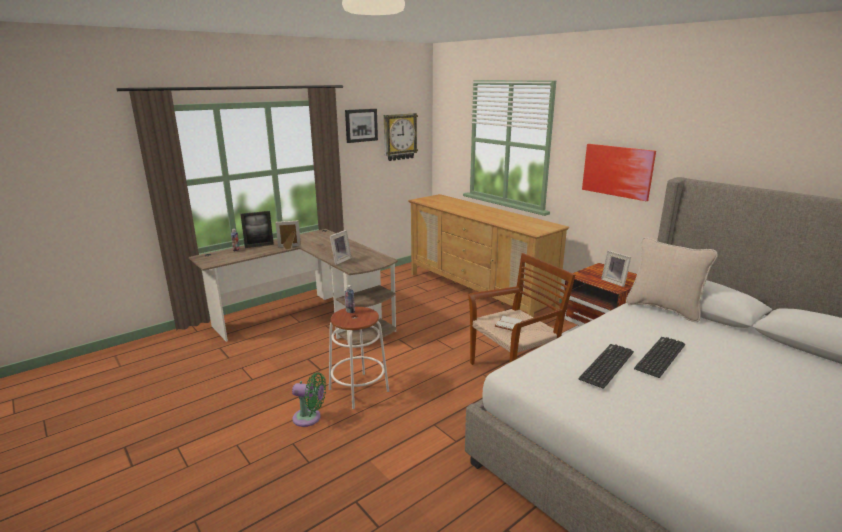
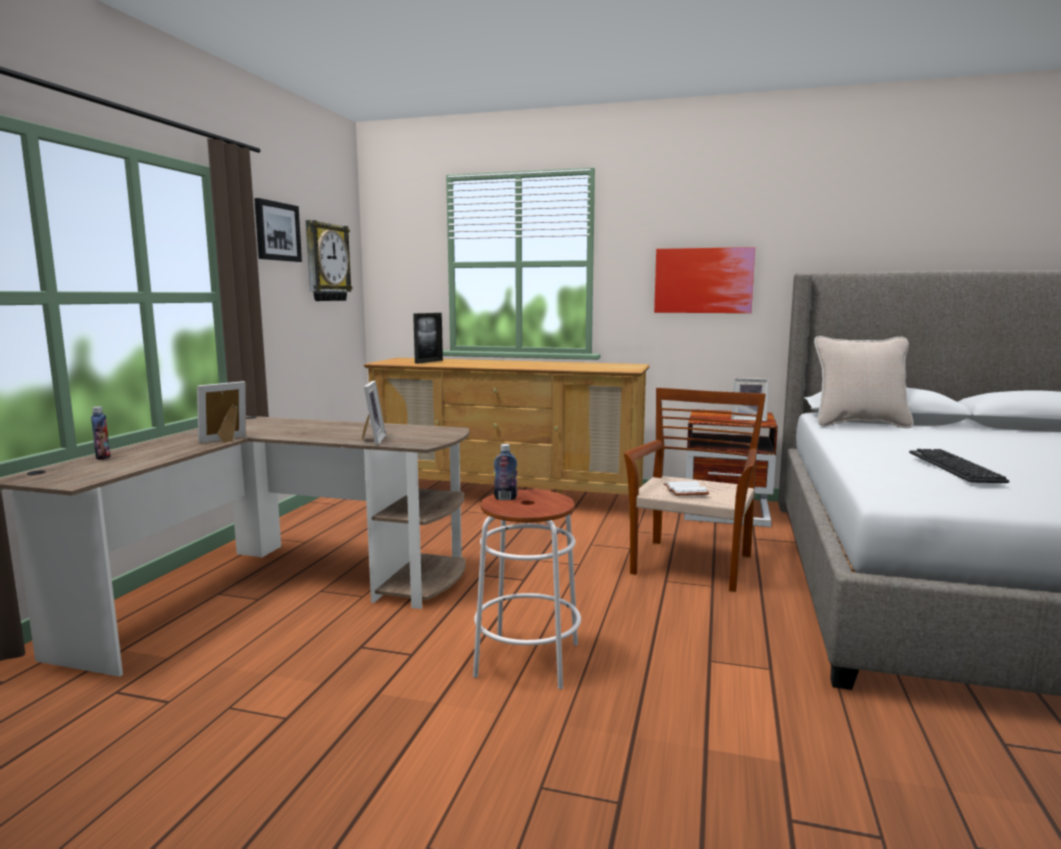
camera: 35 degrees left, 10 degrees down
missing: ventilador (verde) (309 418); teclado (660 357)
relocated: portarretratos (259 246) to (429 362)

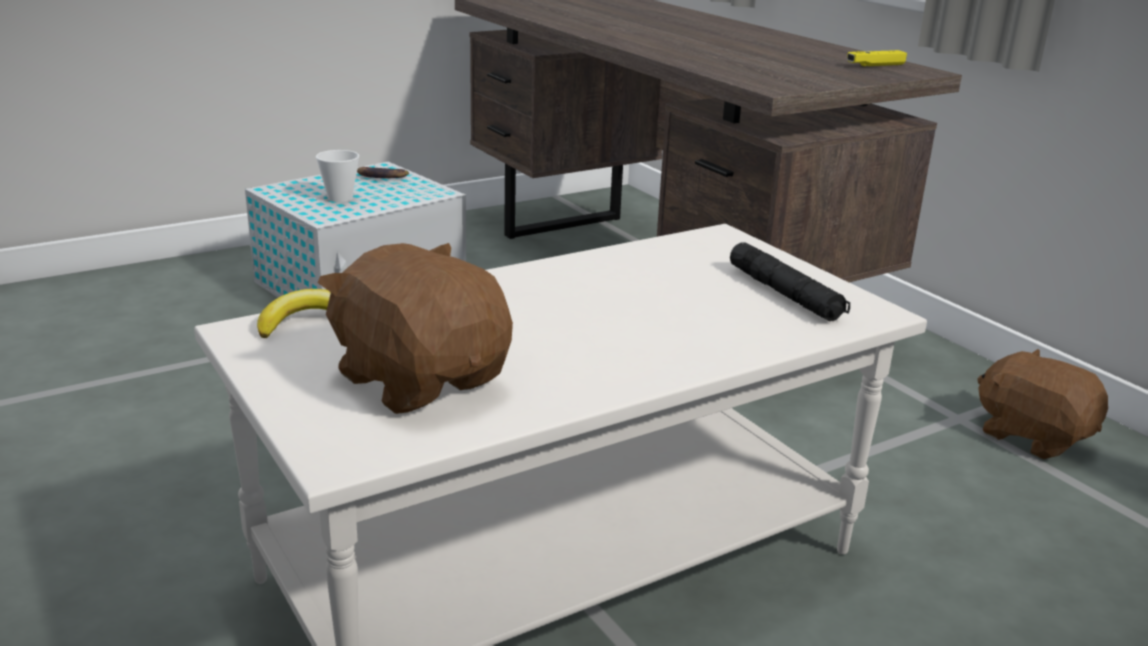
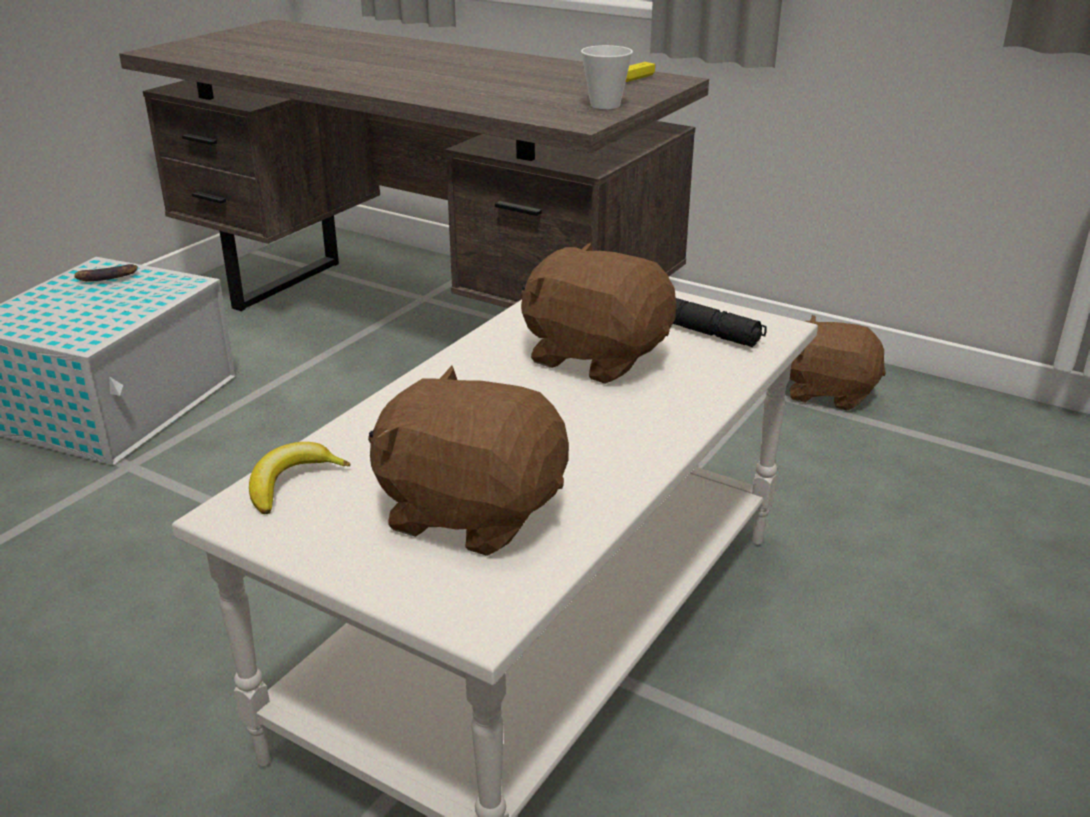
camera: 25 degrees left, 5 degrees up
appeared: peluche (marrón) (596 356)
relocated: taza (340 198) to (605 105)

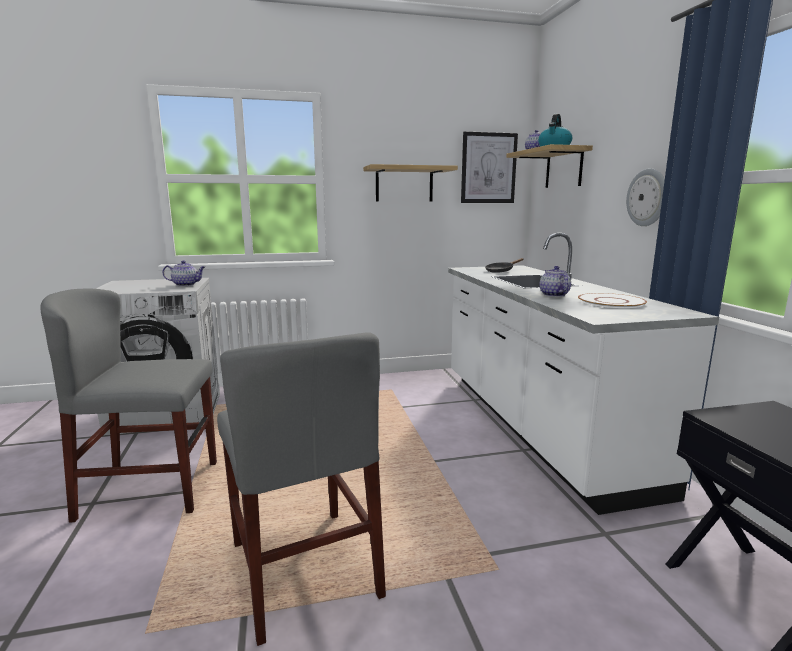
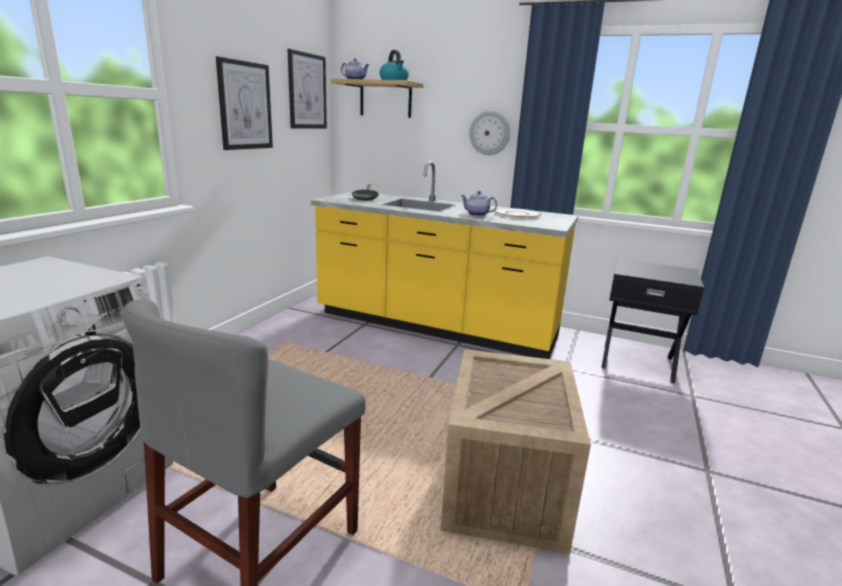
camera: 55 degrees left, 5 degrees up
missing: tetera (186 285)
exchanged: silla (gris) (303 568) to caja de embalaje (506 488); estante (404 184) to cuadro (245 106)
colour: mueble bajo de cocina (blanco) (536 426) to mueble bajo de cocina (amarillo) (435 326)

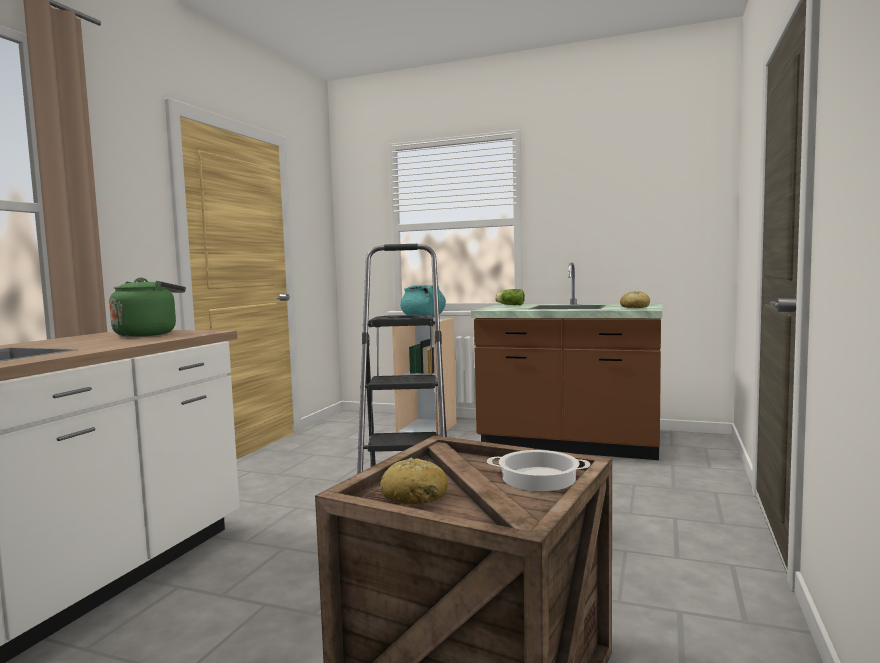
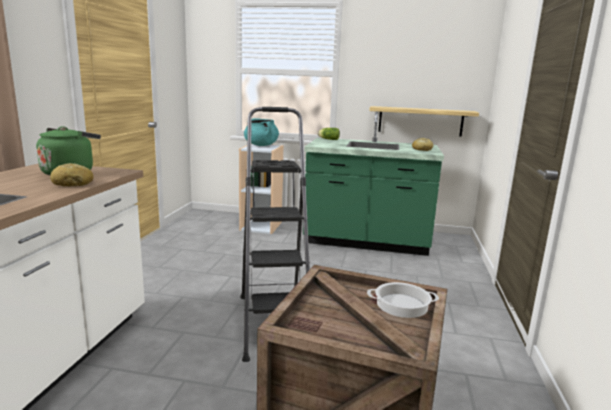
camera: 10 degrees left, 10 degrees up
appeared: estante (420 121)
relocated: pan (415 496) to (73 184)
colour: mueble bajo de cocina (marrón) (569 444) to mueble bajo de cocina (verde) (366 242)

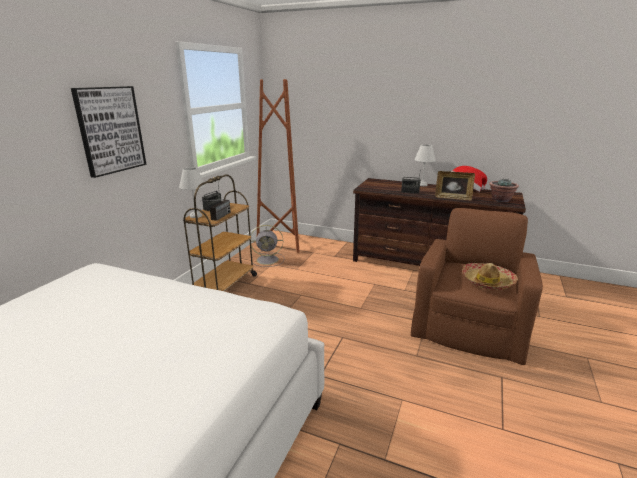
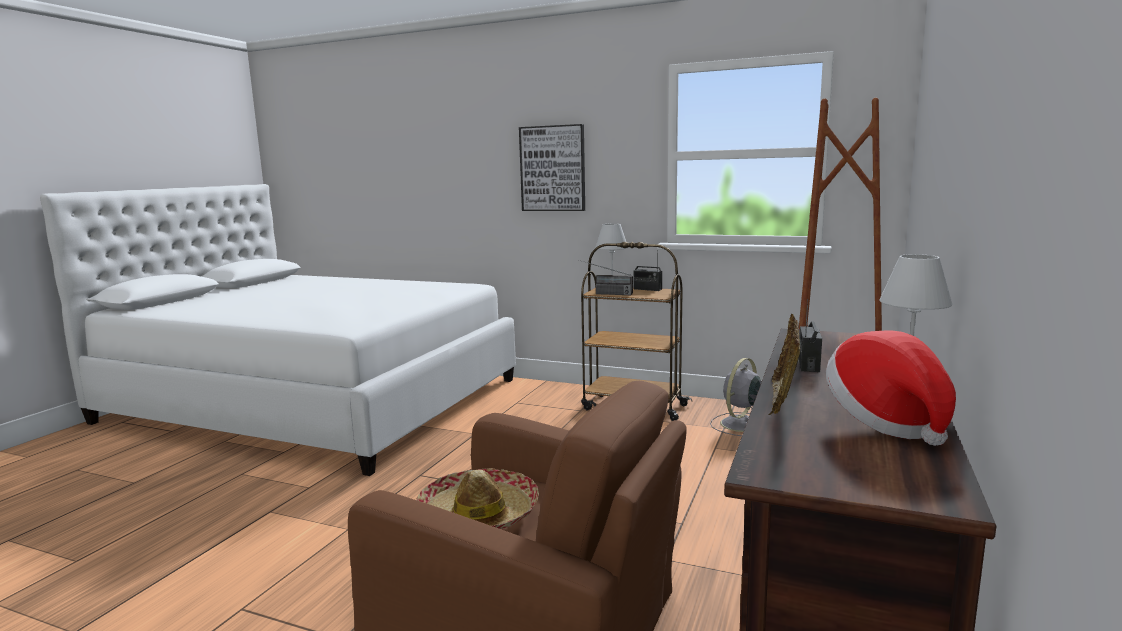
camera: 90 degrees right, 10 degrees down
missing: planta en maceta (500 200)
spun: ventilador (gris) (268 260) = (740 425) 45 degrees clockwise

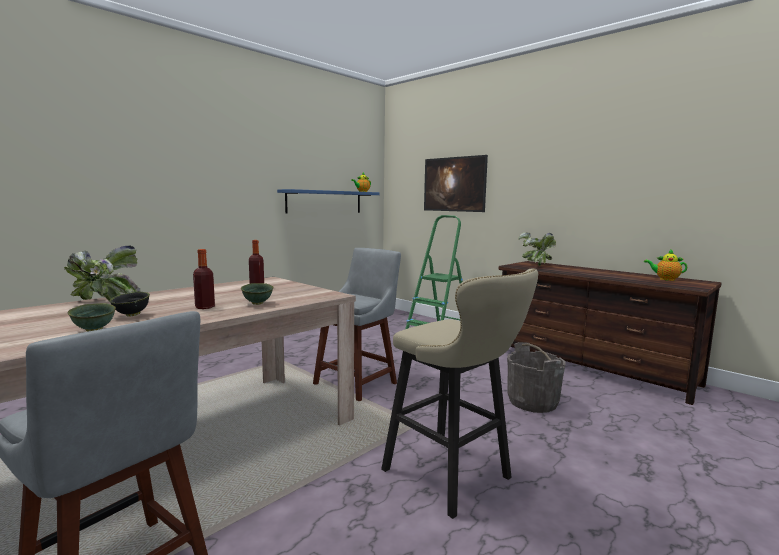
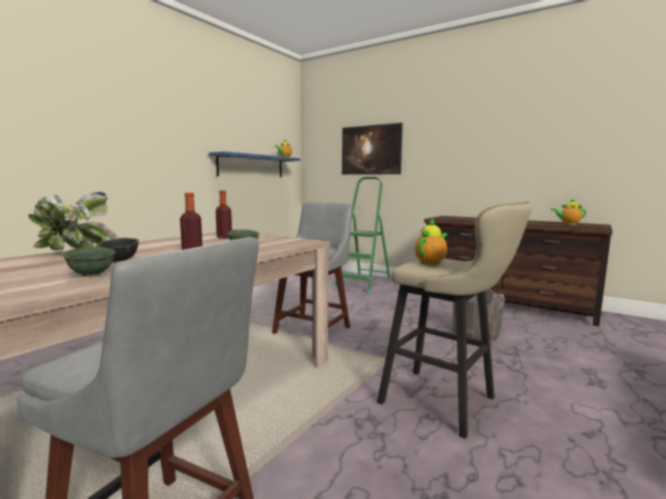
camera: 10 degrees left, 0 degrees up
missing: planta en maceta (536 265)
appeared: tetera (431 262)

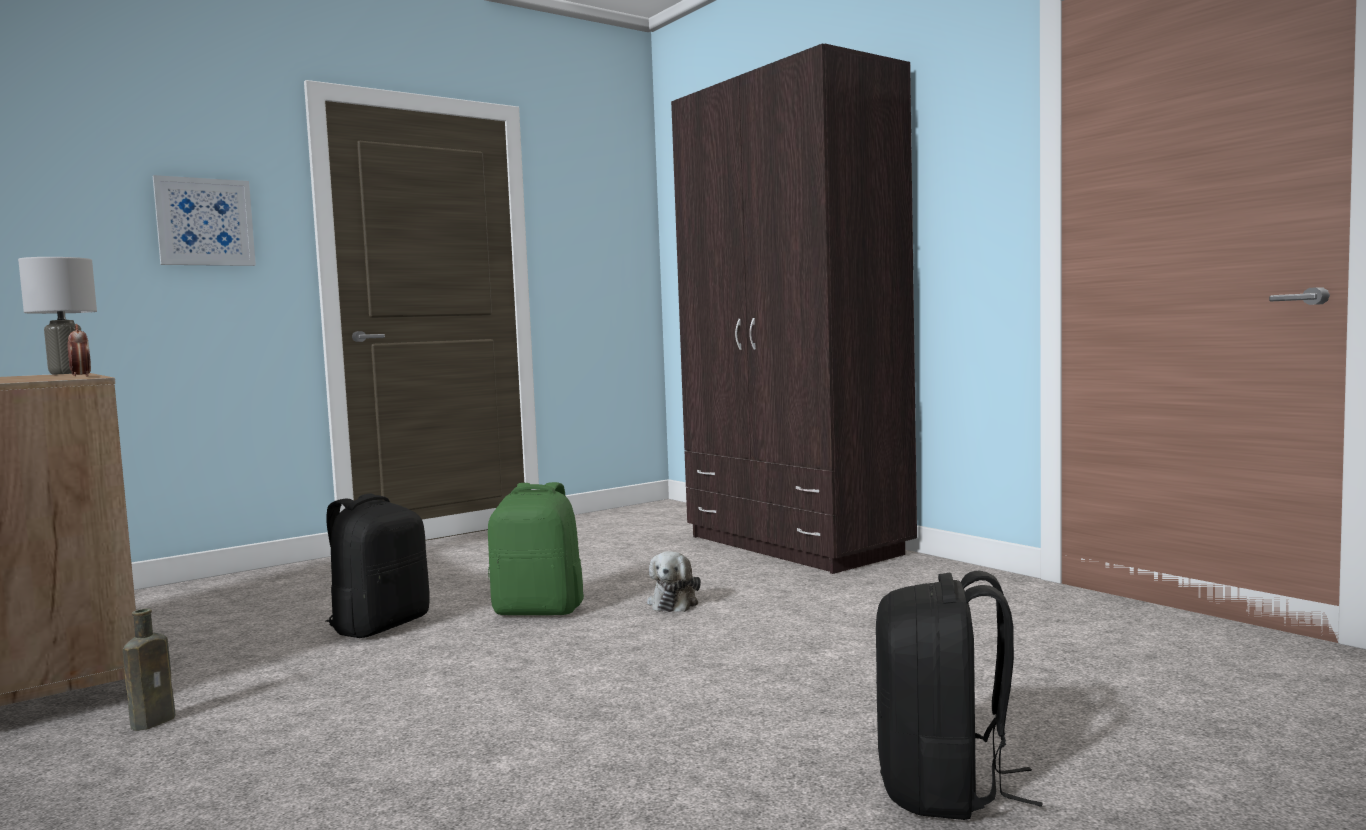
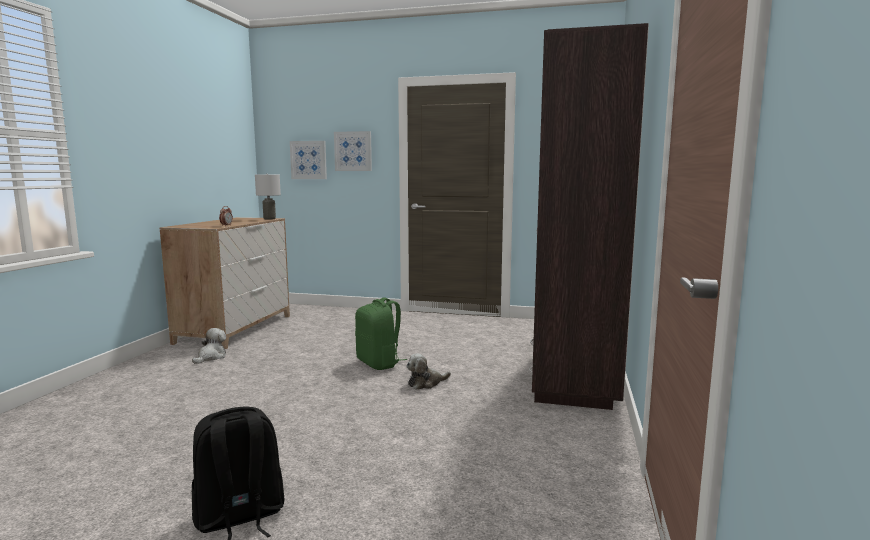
camera: 50 degrees right, 5 degrees up
missing: mochila (negro) (380 625)
appeared: cuadro (308 160)
exchanged: botella (marrón) (156 720) to peluche (211 357)

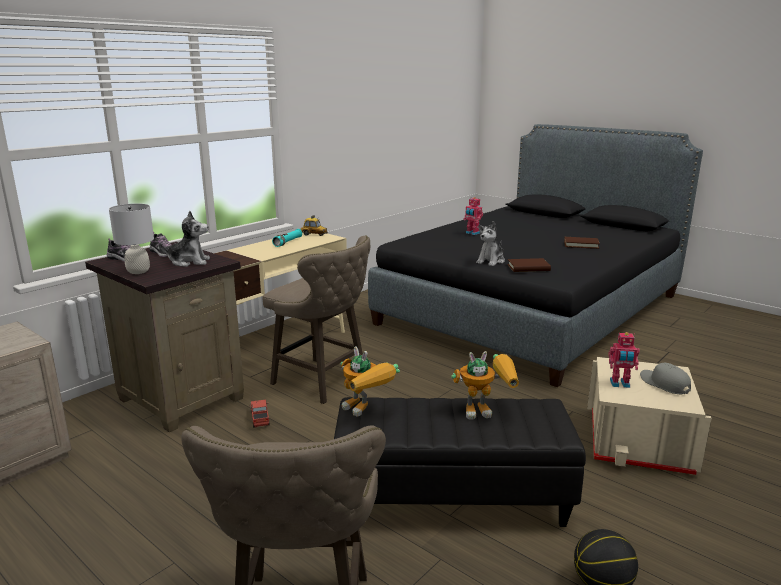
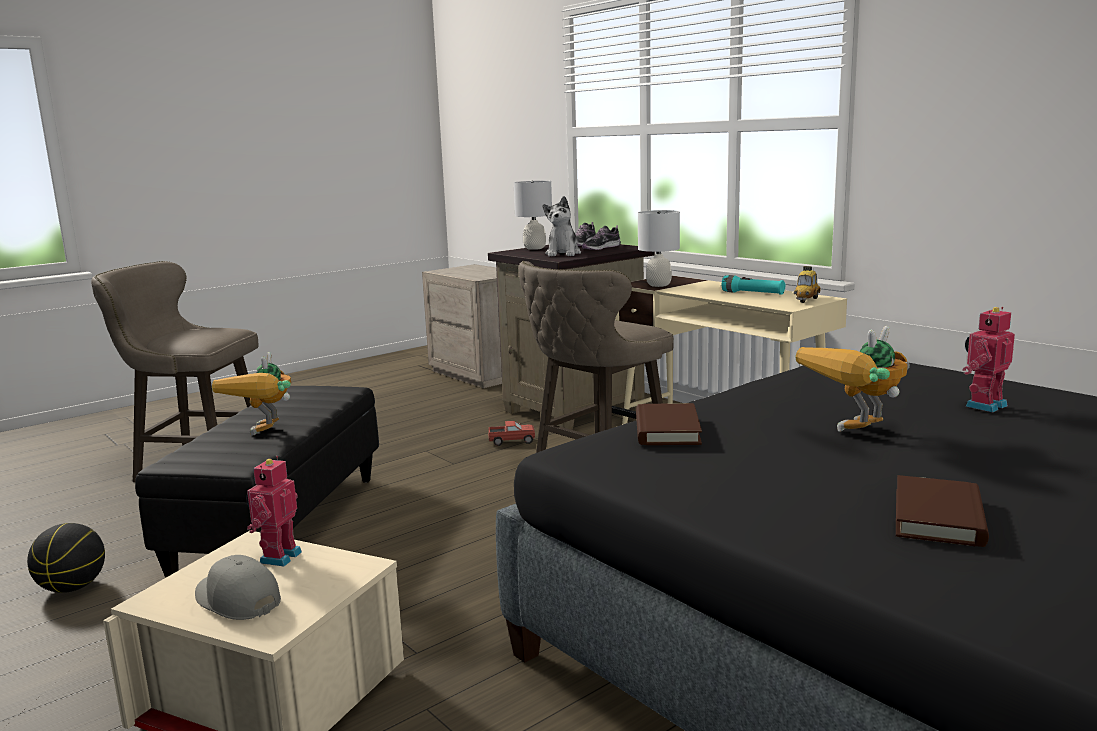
camera: 100 degrees right, 5 degrees down
missing: peluche (491 261)
appeared: lámpara de mesa (gris) (658 286)
relocated: robot de juguete (366 411) to (856 436)
spun: gorra (gris) (664 384) = (237 600) 120 degrees counterclockwise

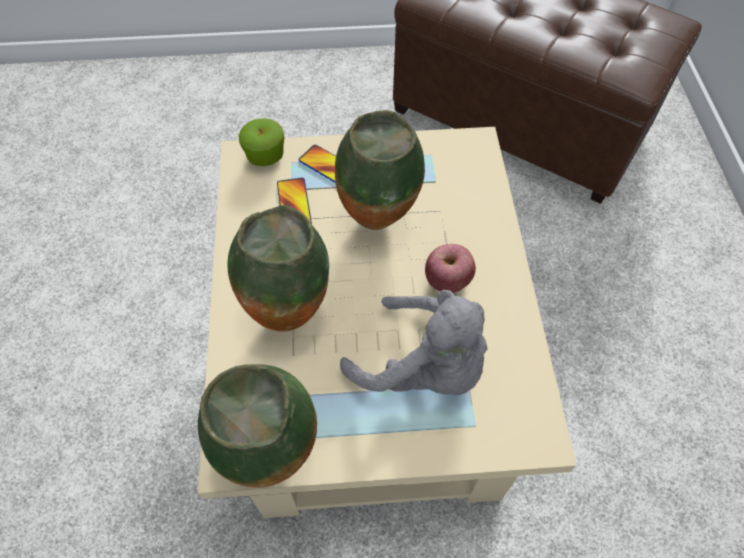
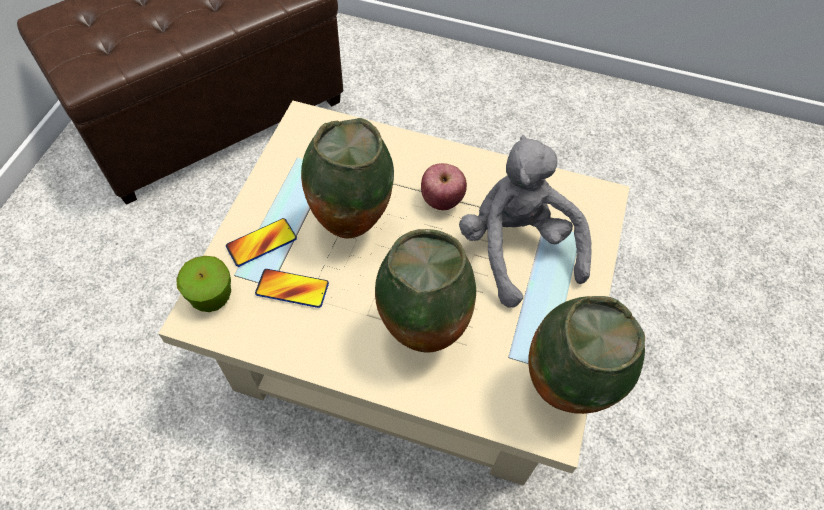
camera: 70 degrees left, 0 degrees up
spun: peluche (gris) (424 367) = (517 248) 75 degrees counterclockwise

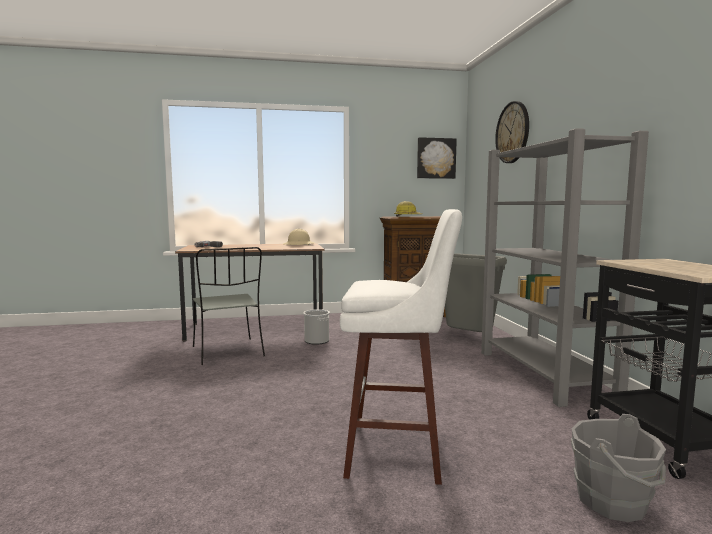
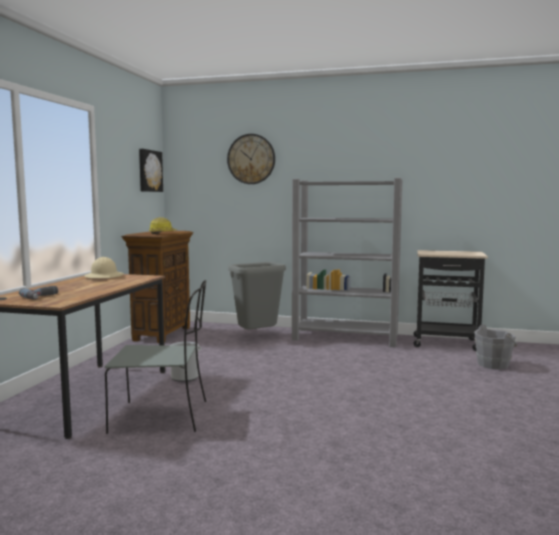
camera: 65 degrees left, 0 degrees up
missing: taburete (blanco) (399 452)

